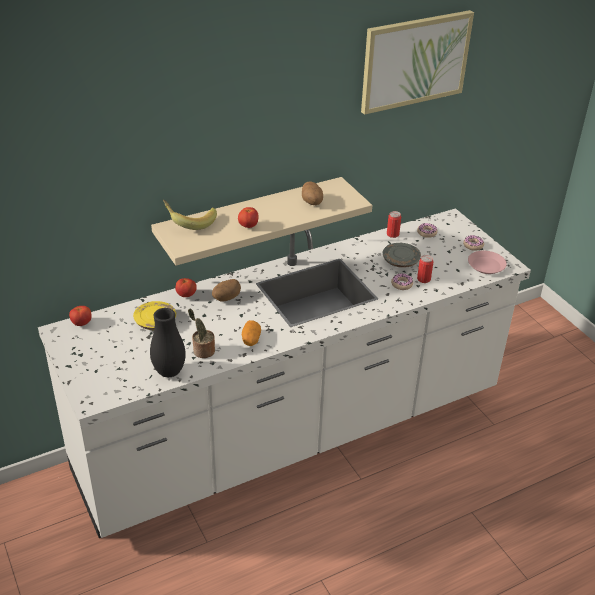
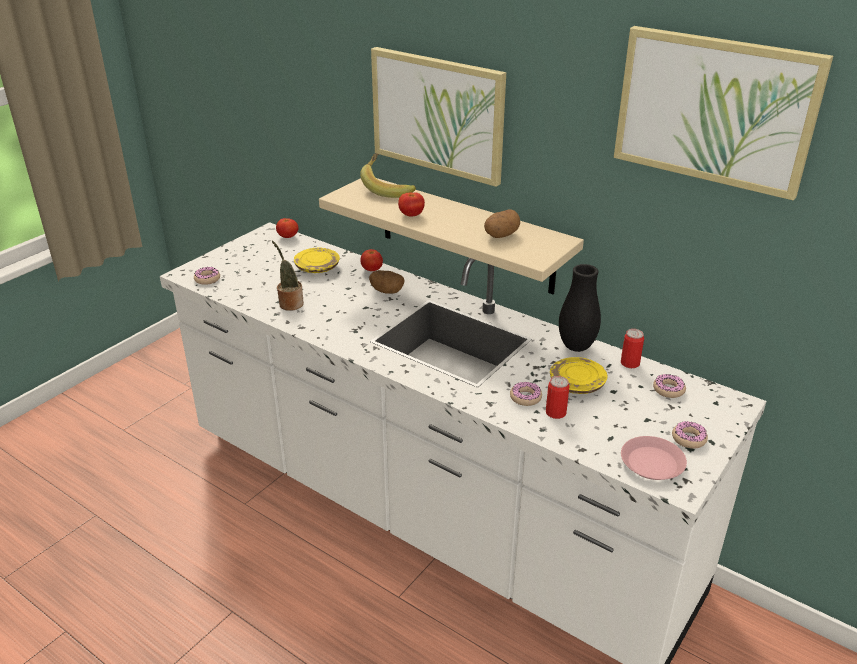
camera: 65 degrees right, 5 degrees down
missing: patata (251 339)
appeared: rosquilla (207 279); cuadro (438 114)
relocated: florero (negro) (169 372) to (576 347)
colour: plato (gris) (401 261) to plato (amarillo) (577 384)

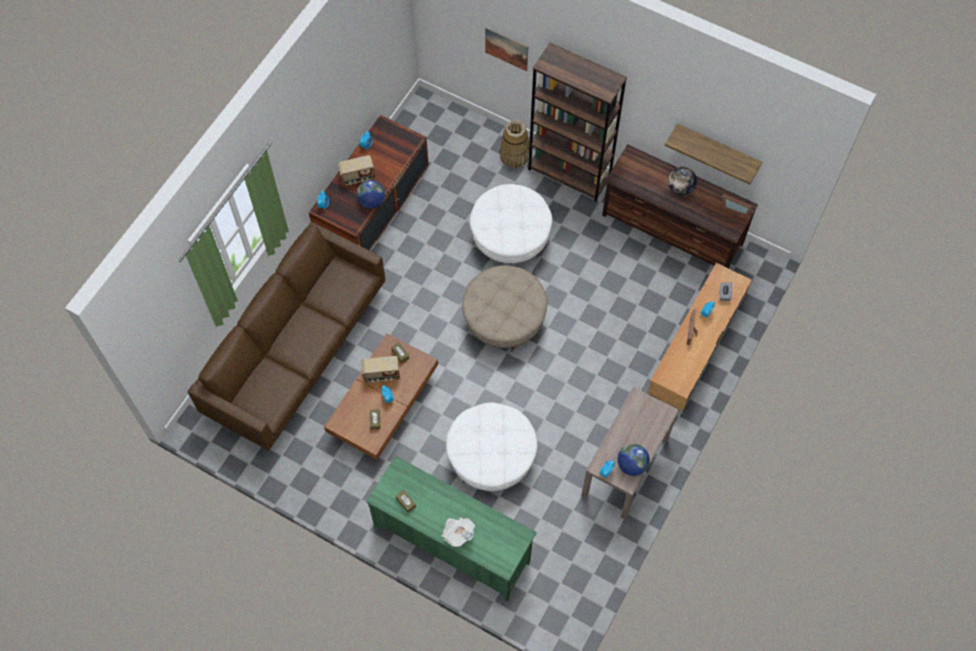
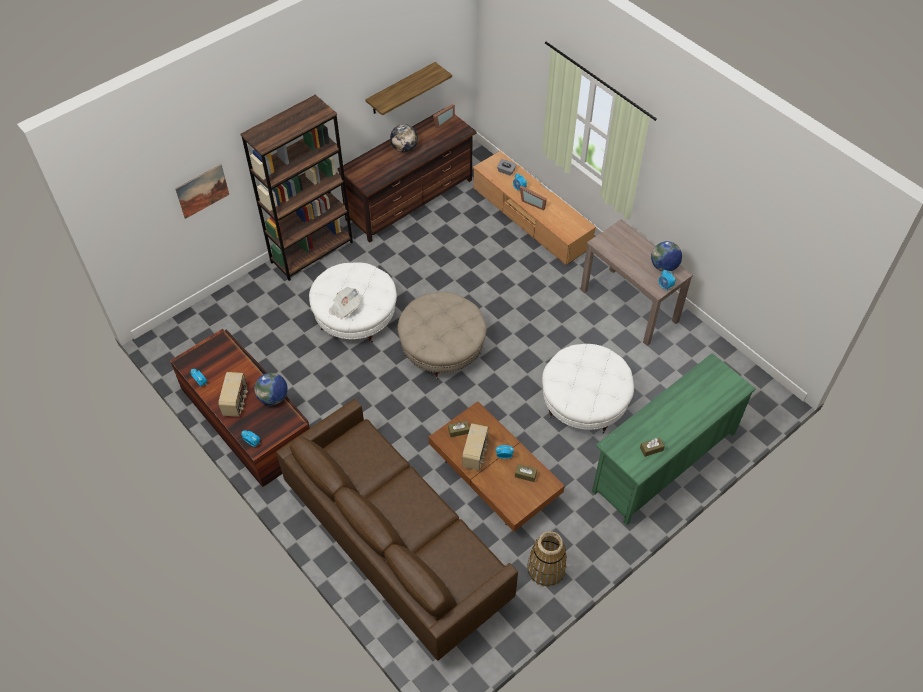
camera: 70 degrees left, 10 degrees down
relocated: periódico (458 533) to (344 308); cesta (514 155) to (546 569)

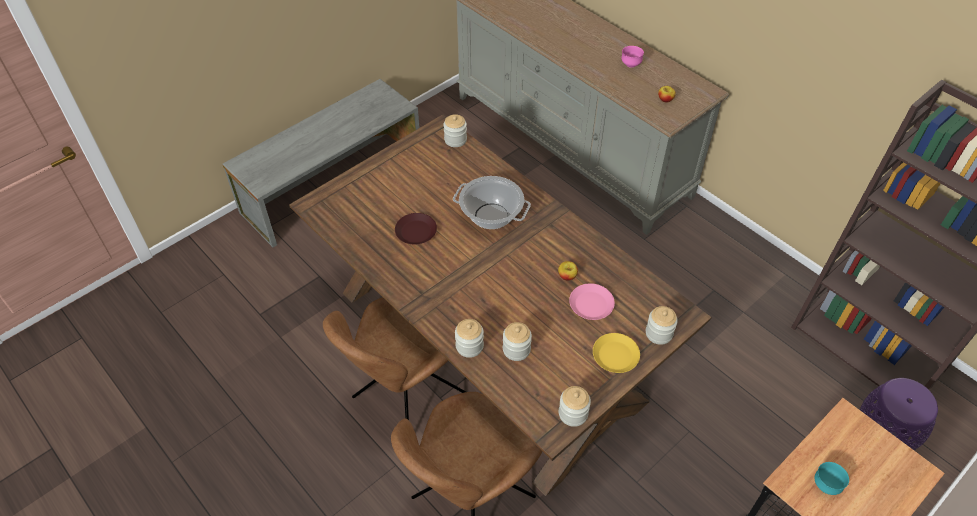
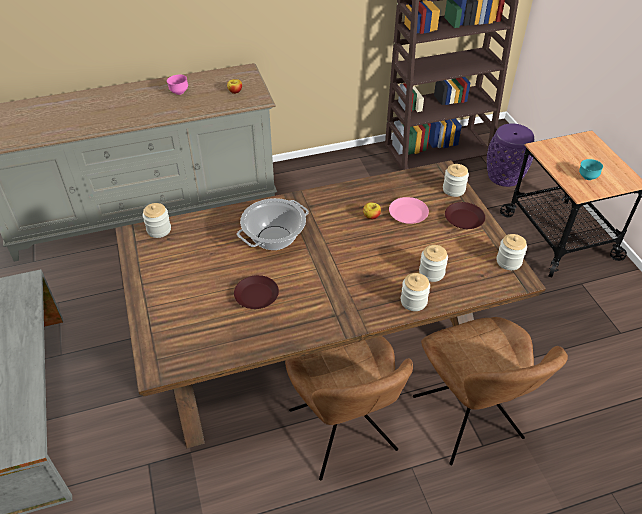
camera: 65 degrees left, 5 degrees down
colour: plato (amarillo) (615 355) to plato (marrón) (463 219)

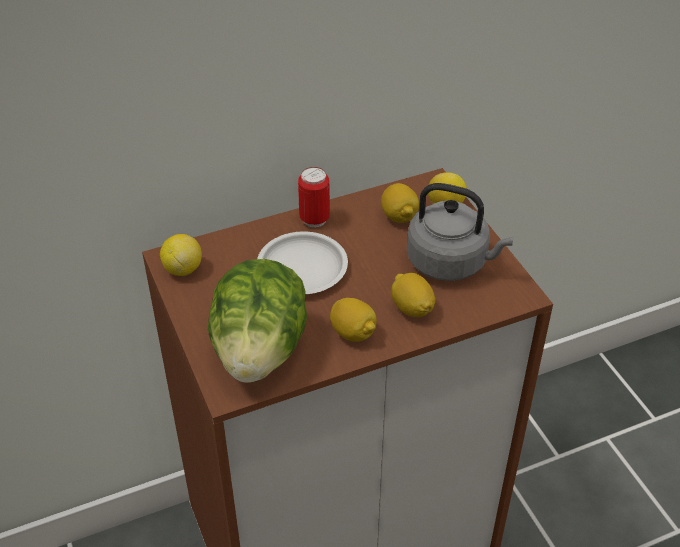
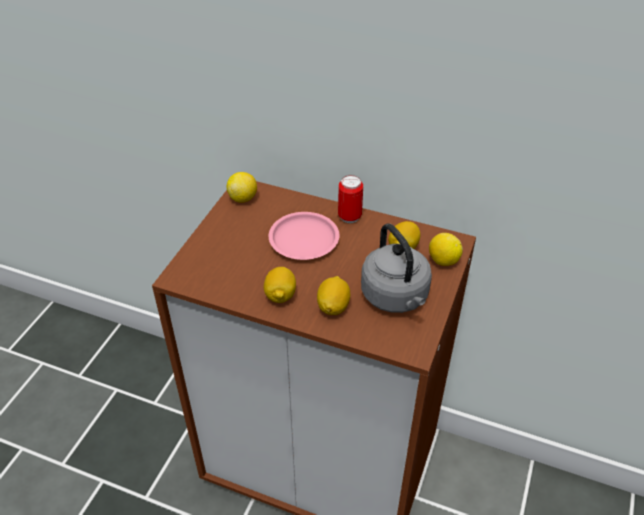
camera: 45 degrees right, 0 degrees up
missing: lechuga (260 351)
colour: plato (blanco) (302 268) to plato (rosa) (304 239)

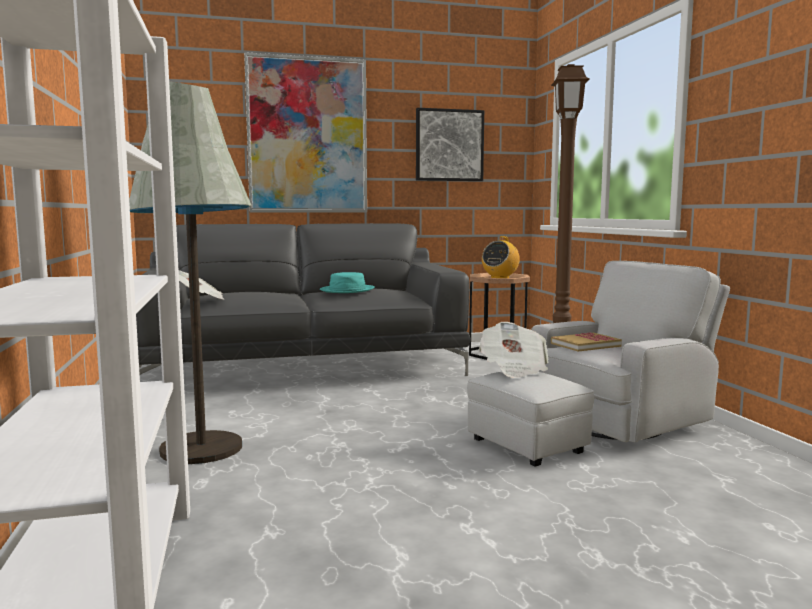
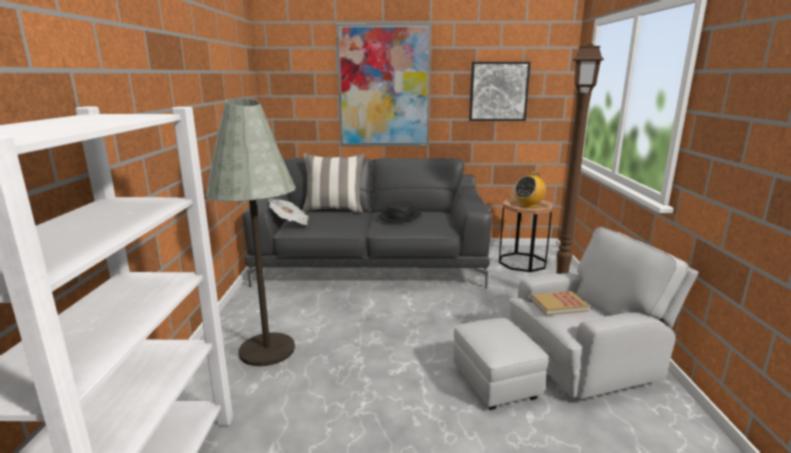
camera: 15 degrees right, 10 degrees up
missing: periódico (513 369)
appeared: cojín (334 210)
colour: sombrero (turquesa) (347 290) to sombrero (negro) (400 216)

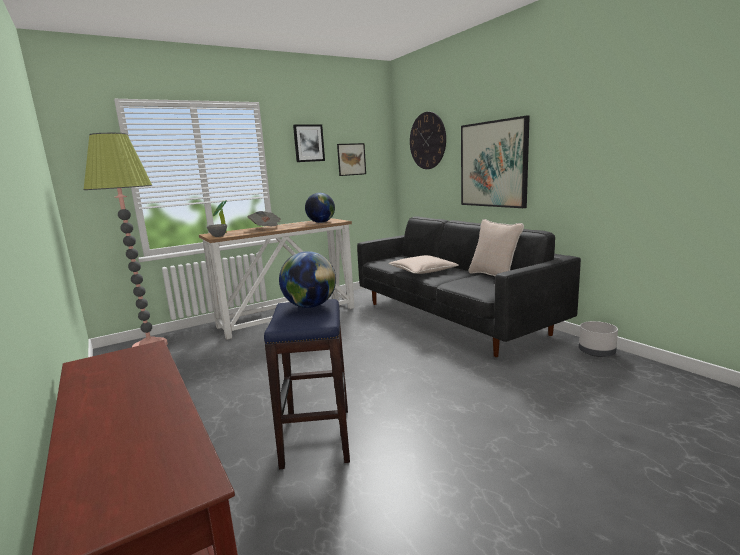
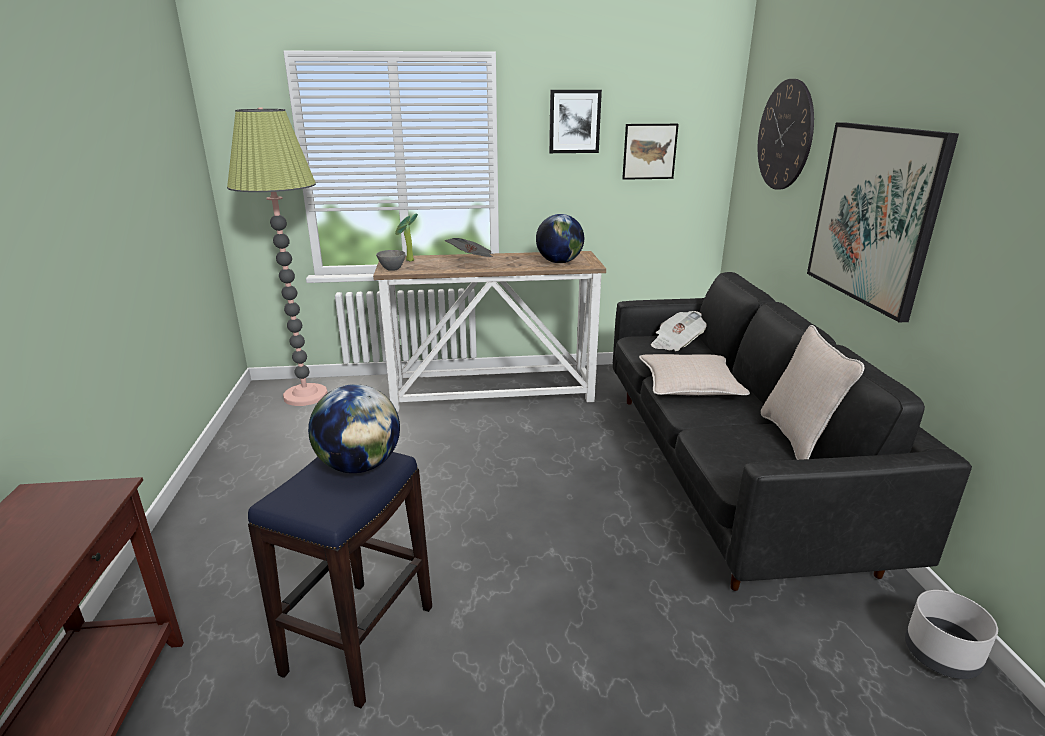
camera: 25 degrees right, 10 degrees up
appeared: periódico (675 344)

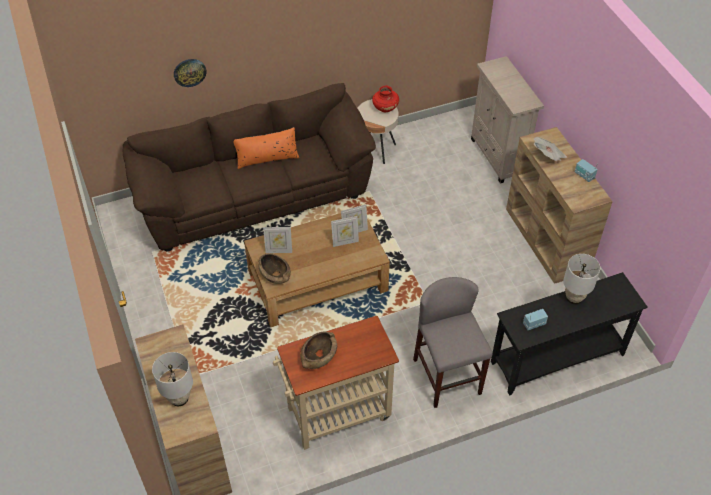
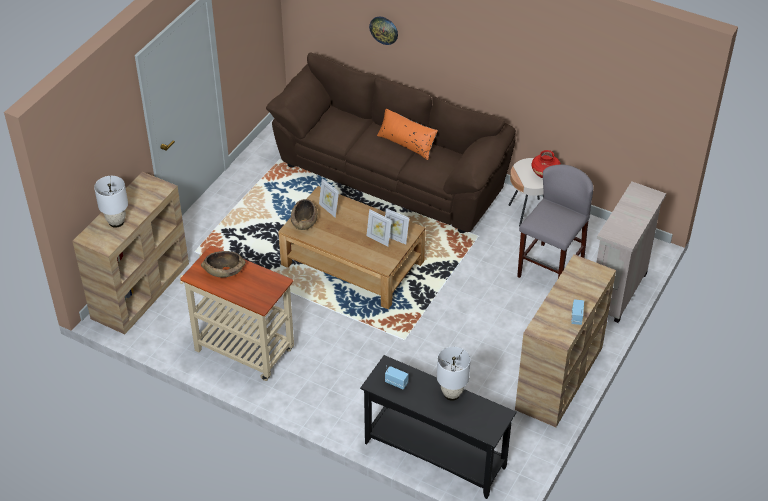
camera: 50 degrees right, 5 degrees down
missing: periódico (548 156)
relocated: taburete (gris) (447 377) to (550 269)

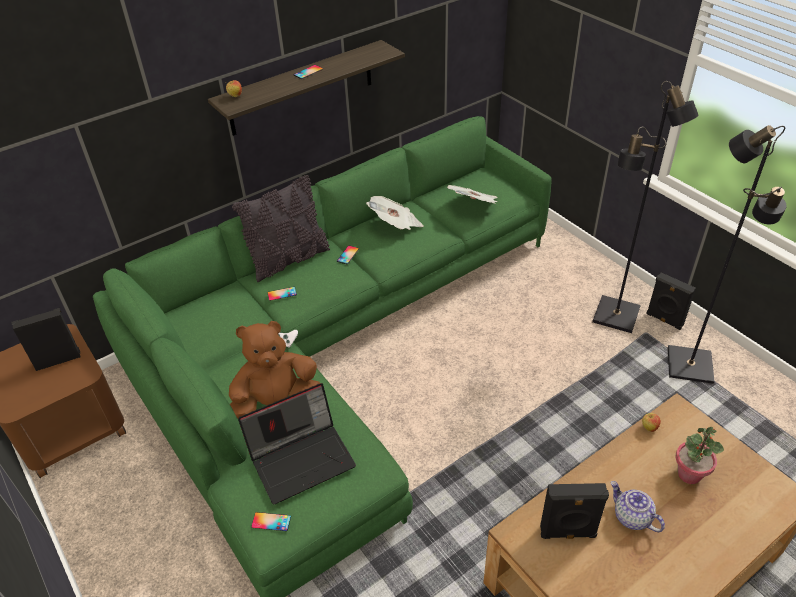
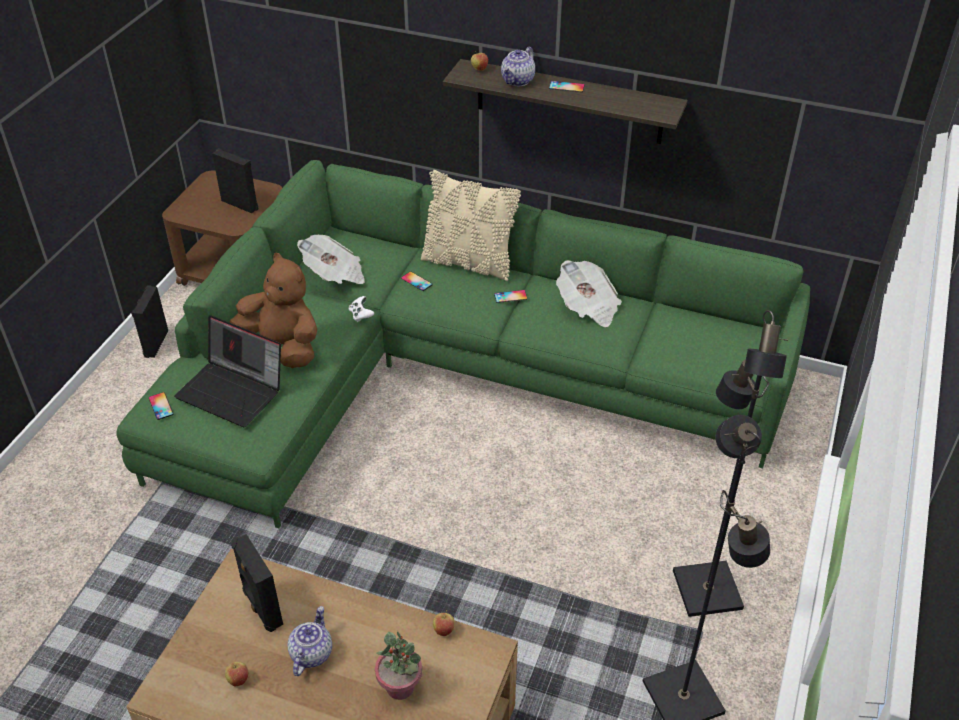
camera: 55 degrees right, 0 degrees up
appeared: manzana (238 680); tetera (518 81)
relocated: periódico (474 205) to (334 274); altavoz (negro) (664 320) to (155 343)
colour: cojín (negro) (288 259) to cojín (beis) (469 263)

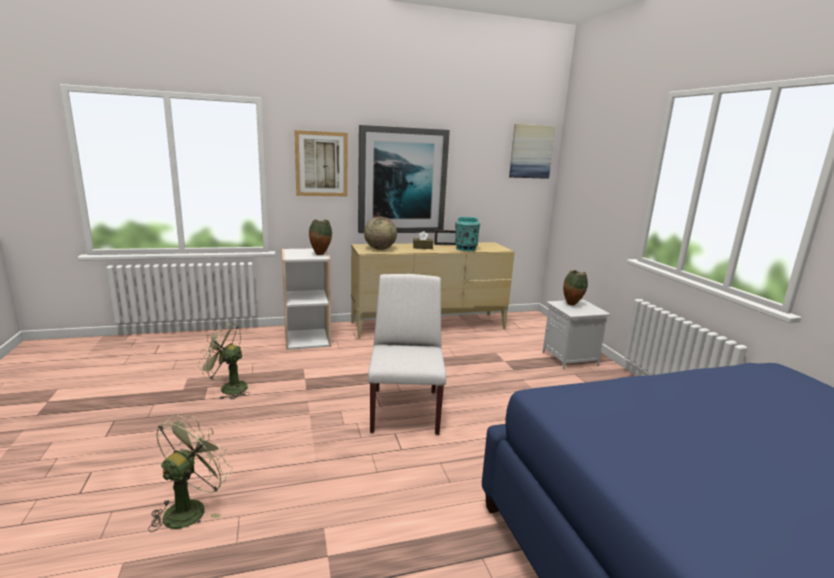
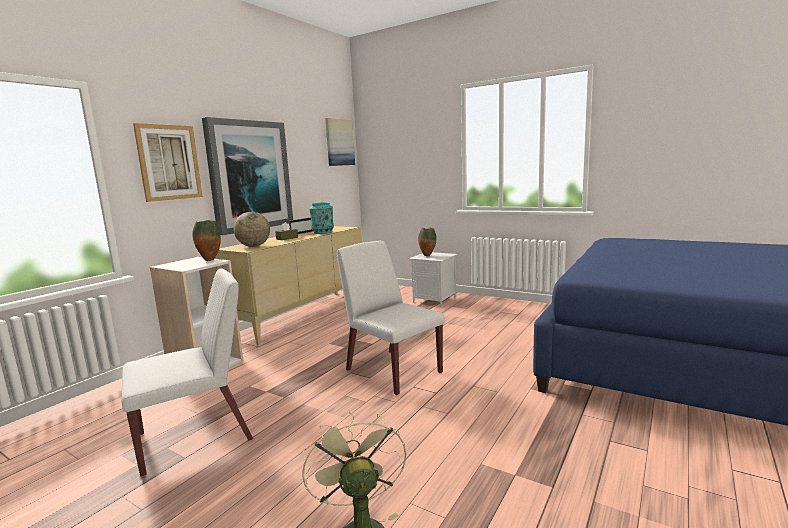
camera: 40 degrees left, 5 degrees down
exchanged: ventilador (verde) (228 388) to silla (blanco) (196 436)

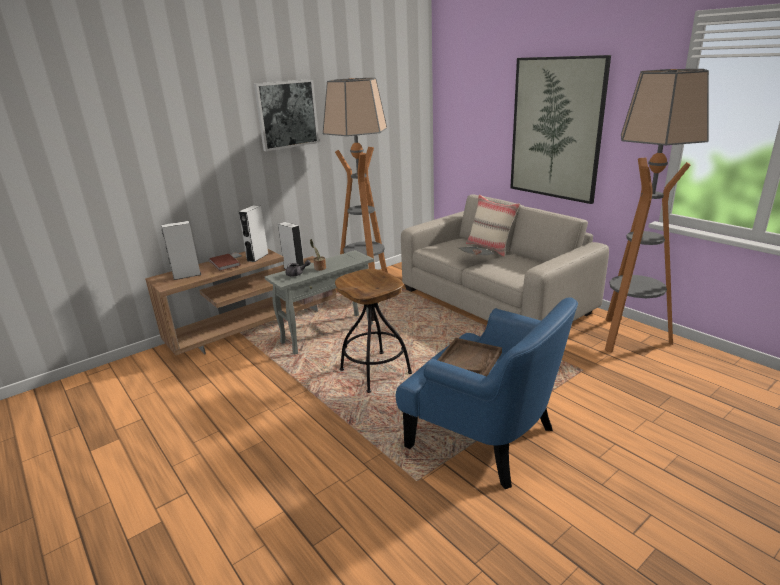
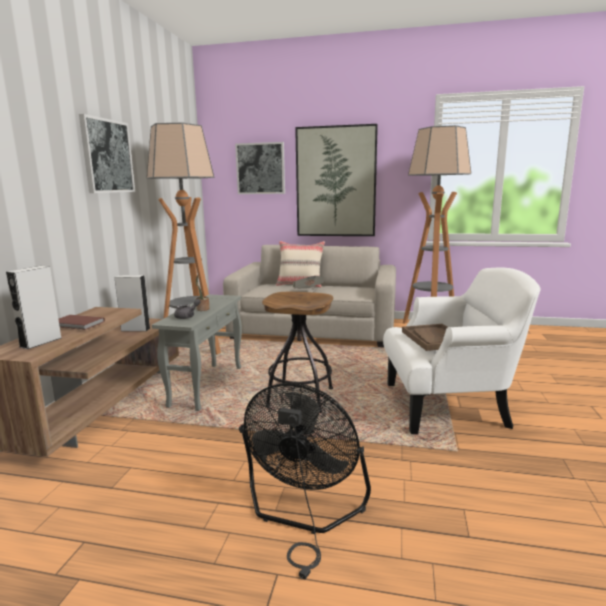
camera: 40 degrees left, 10 degrees down
missing: altavoz (gris) (257 257)
appeared: cuadro (260 168); ventilador (negro) (300 514)
colour: sillón (azul) (485 436) to sillón (blanco) (449 406)

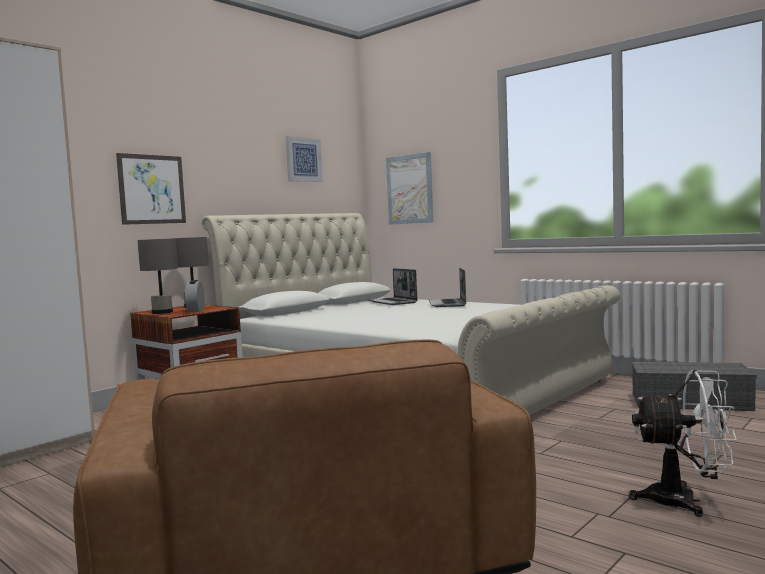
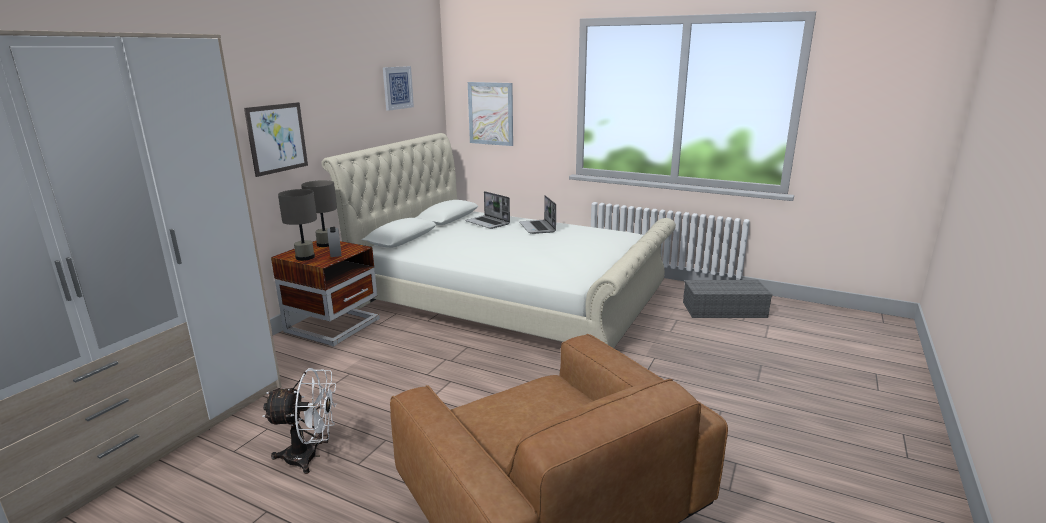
camera: 15 degrees left, 15 degrees up
relocated: ventilador (blanco) (685 501) to (310 457)

